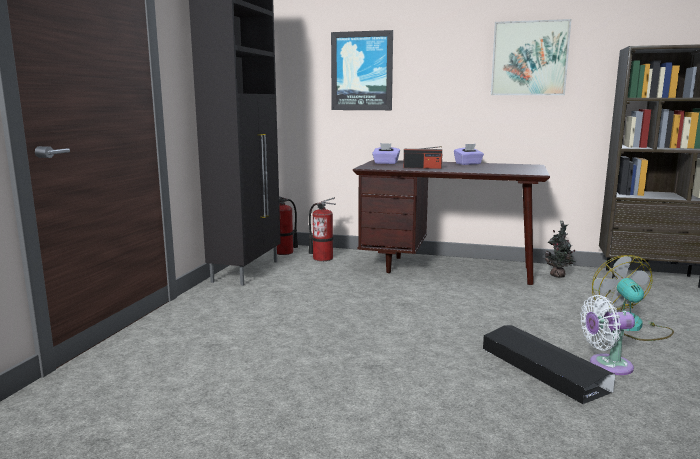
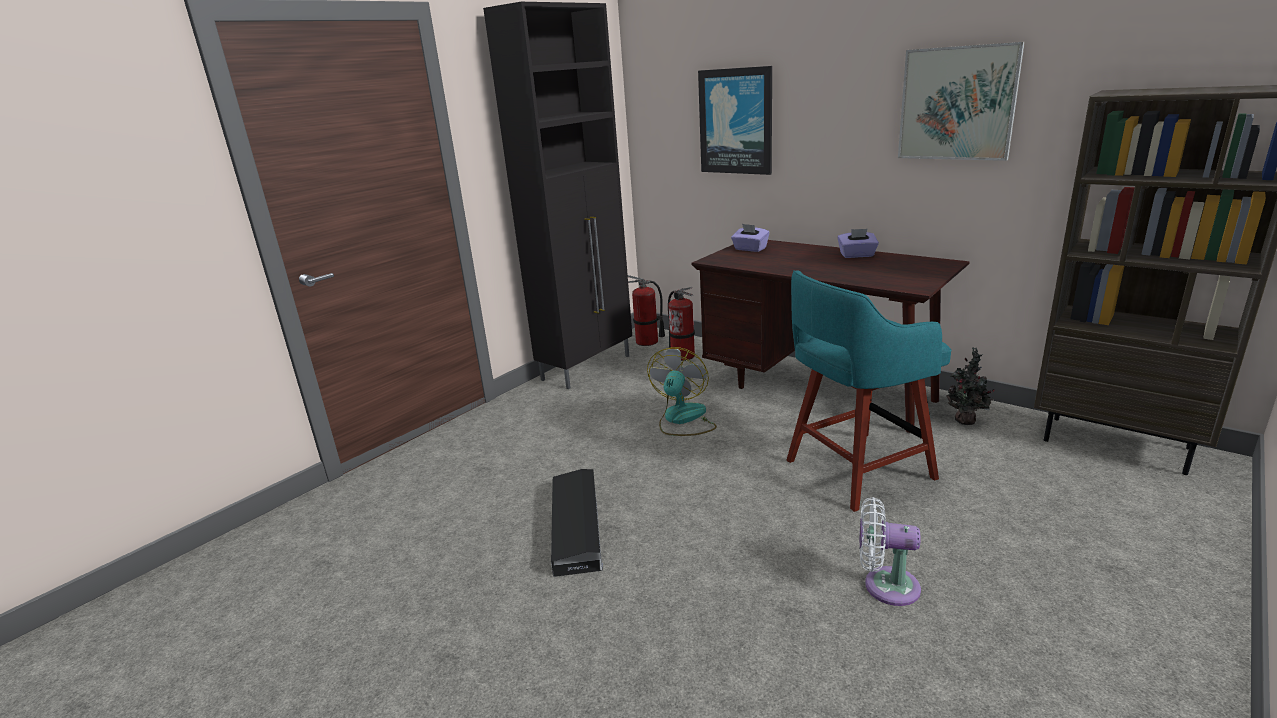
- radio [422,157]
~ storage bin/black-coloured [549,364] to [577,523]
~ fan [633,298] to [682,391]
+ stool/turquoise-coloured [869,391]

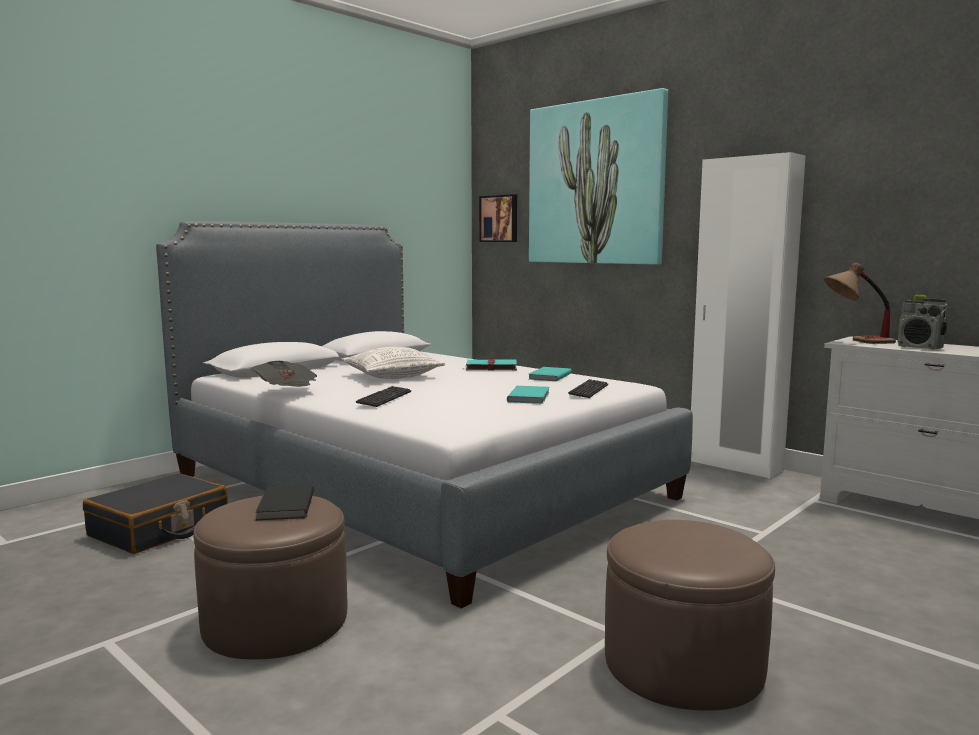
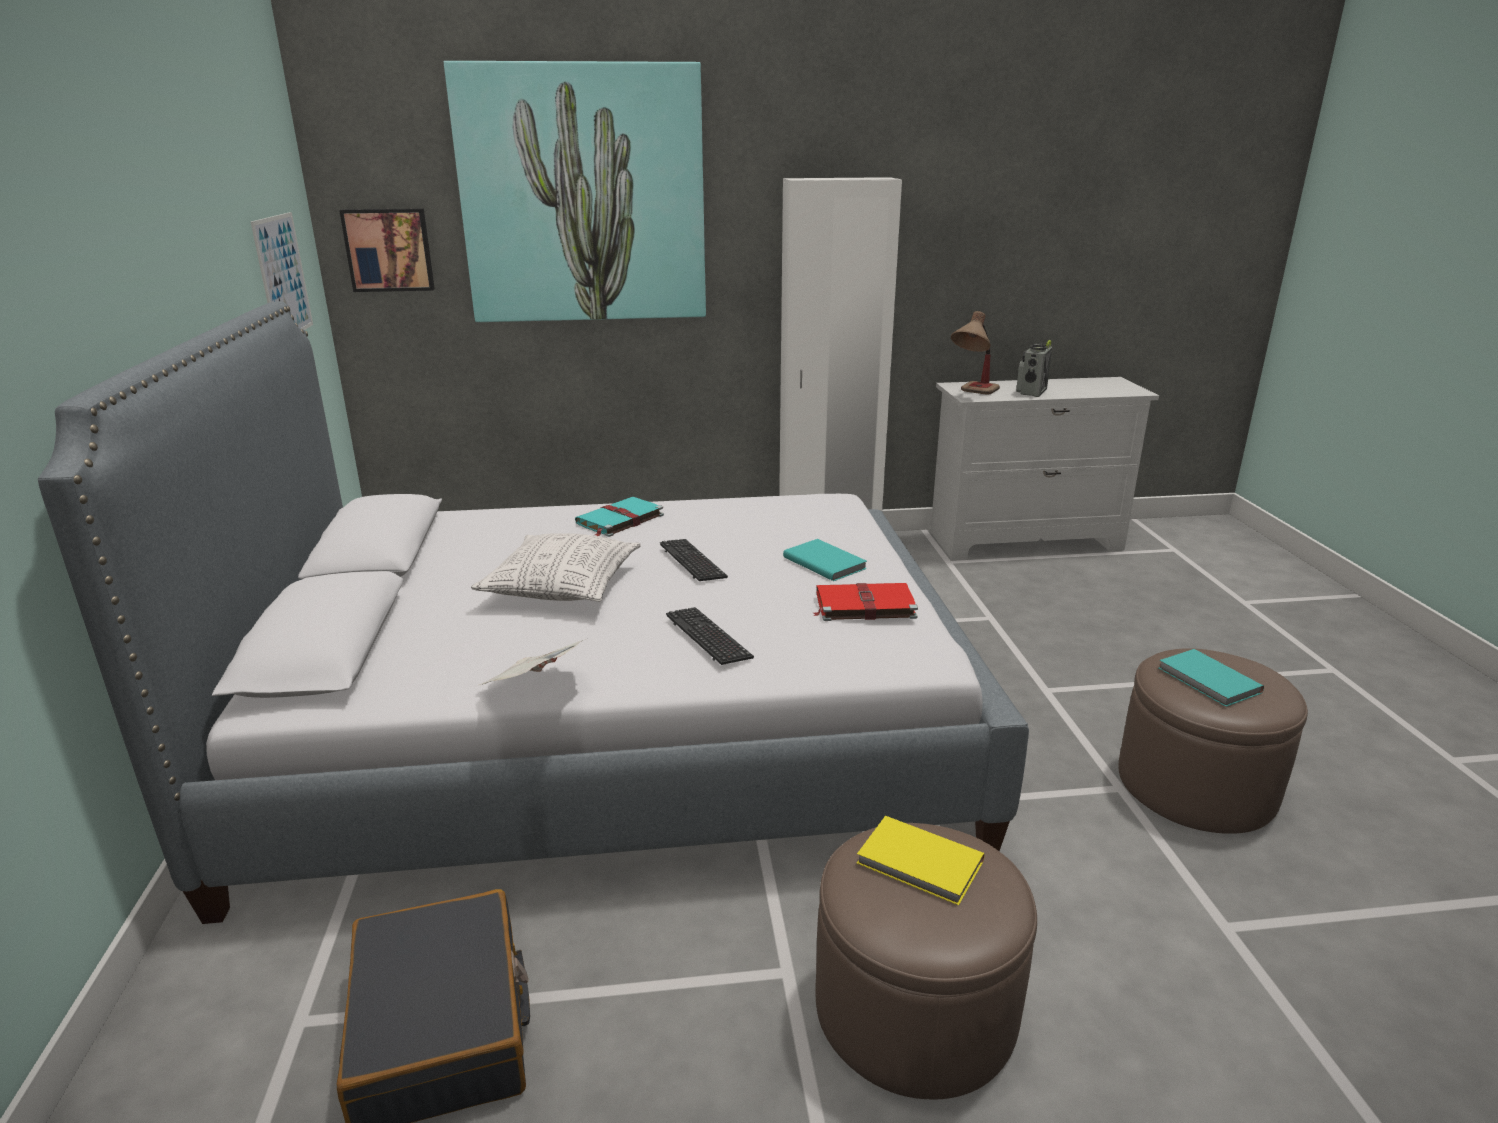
~ volume/black-coloured [284,502] to volume/yellow [921,860]
~ volume/turquoise-coloured [550,374] to [1211,678]
~ PC keyboard [588,388] to [694,560]
~ radio [923,322] = [1034,368] 120 degrees clockwise
+ wall art [282,271]
+ volume/red-coloured [865,602]

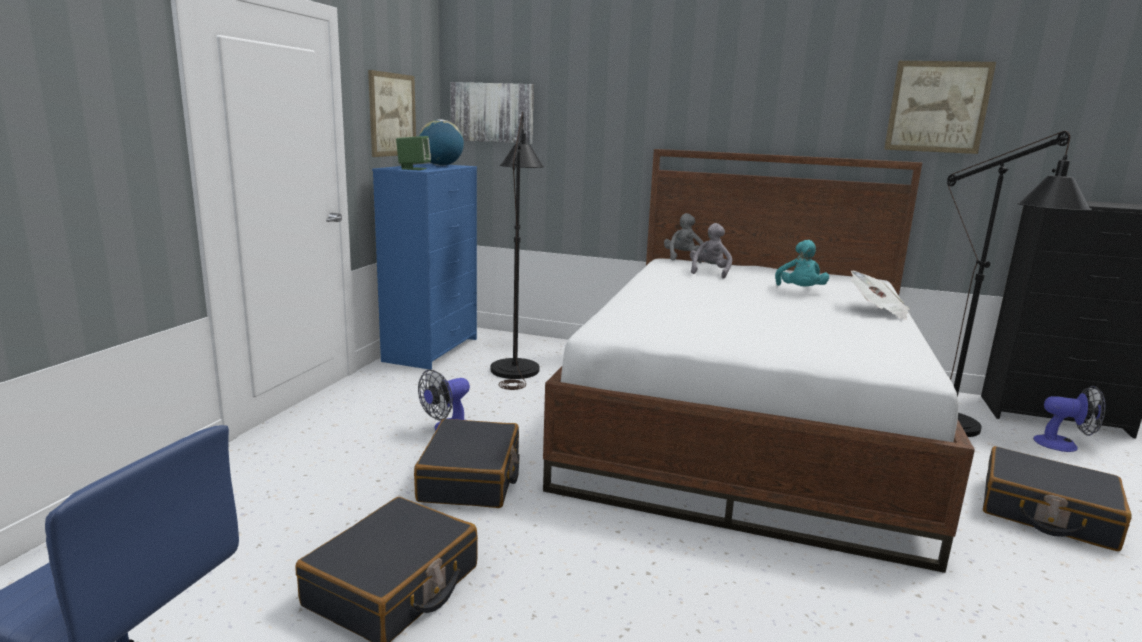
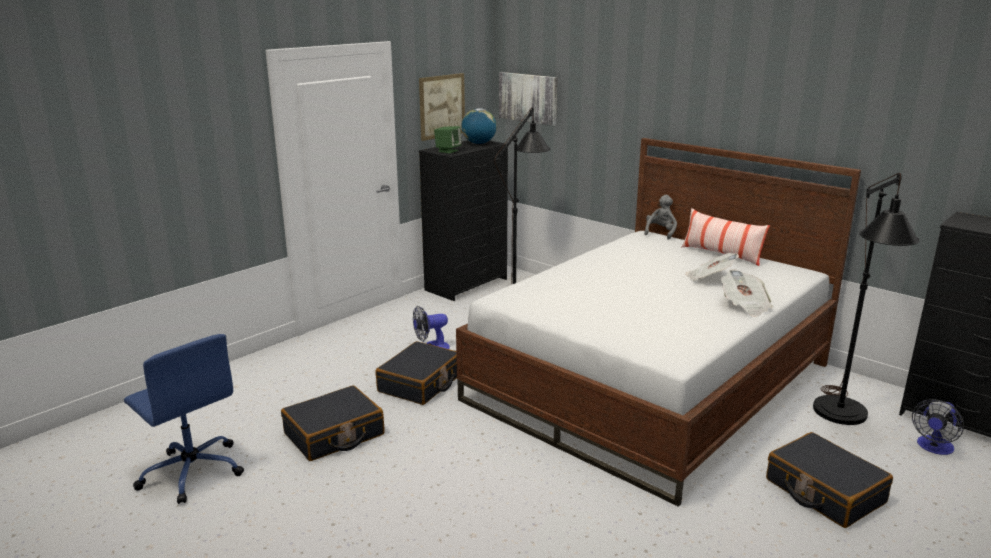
~ drawer chest/bluish [424,266] to drawer chest/black-coloured [463,220]
- plush toy/greyish [711,251]
~ plush toy/turquoise-coloured [802,263] to printed paper [712,267]
- wall art [940,107]
~ fan [1069,419] = [938,427] 90 degrees clockwise
+ throw pillow [725,237]

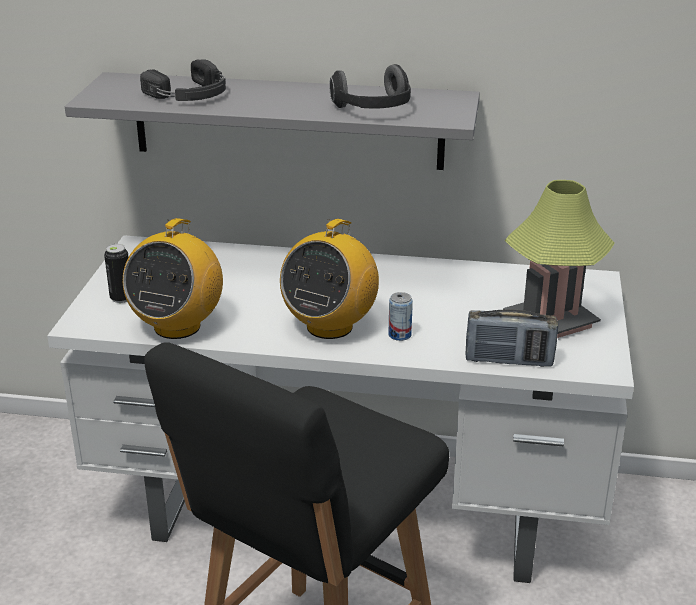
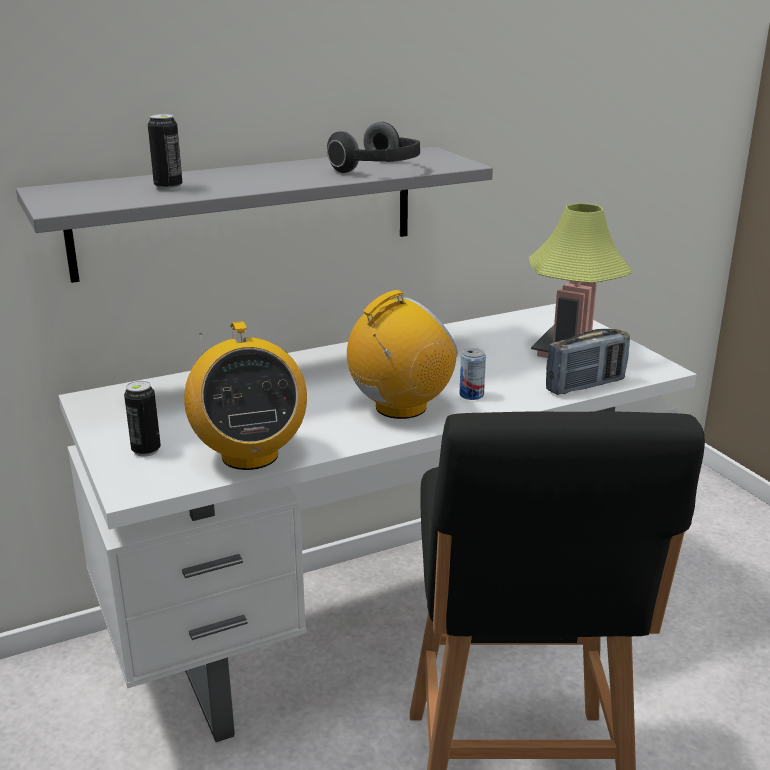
~ pair of headphones/black-coloured [183,80] to sealed can [165,152]
~ radio [329,279] = [402,354] 120 degrees counterclockwise

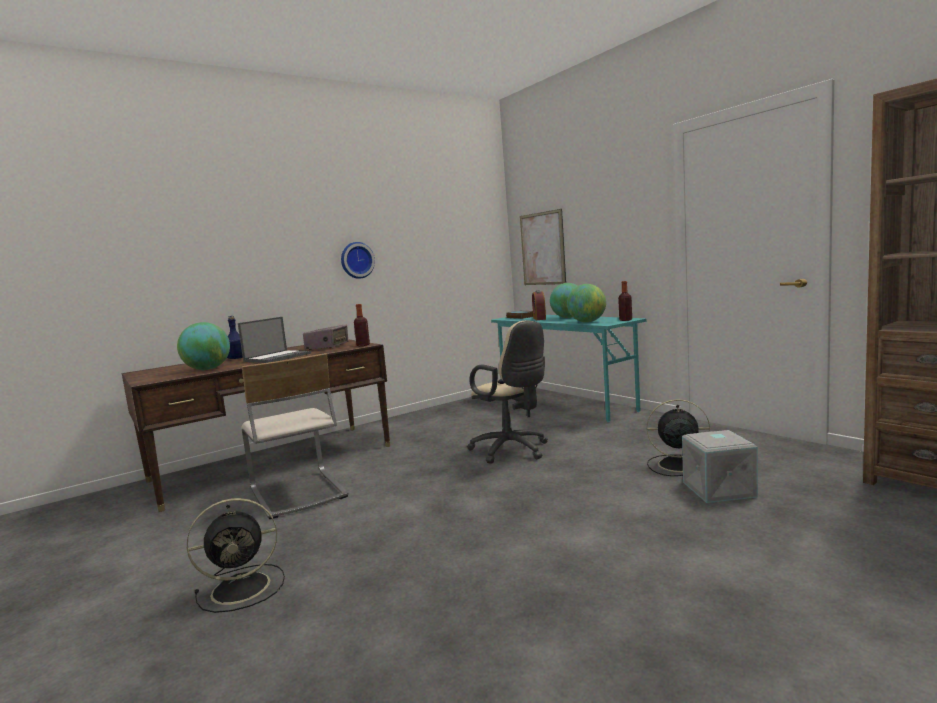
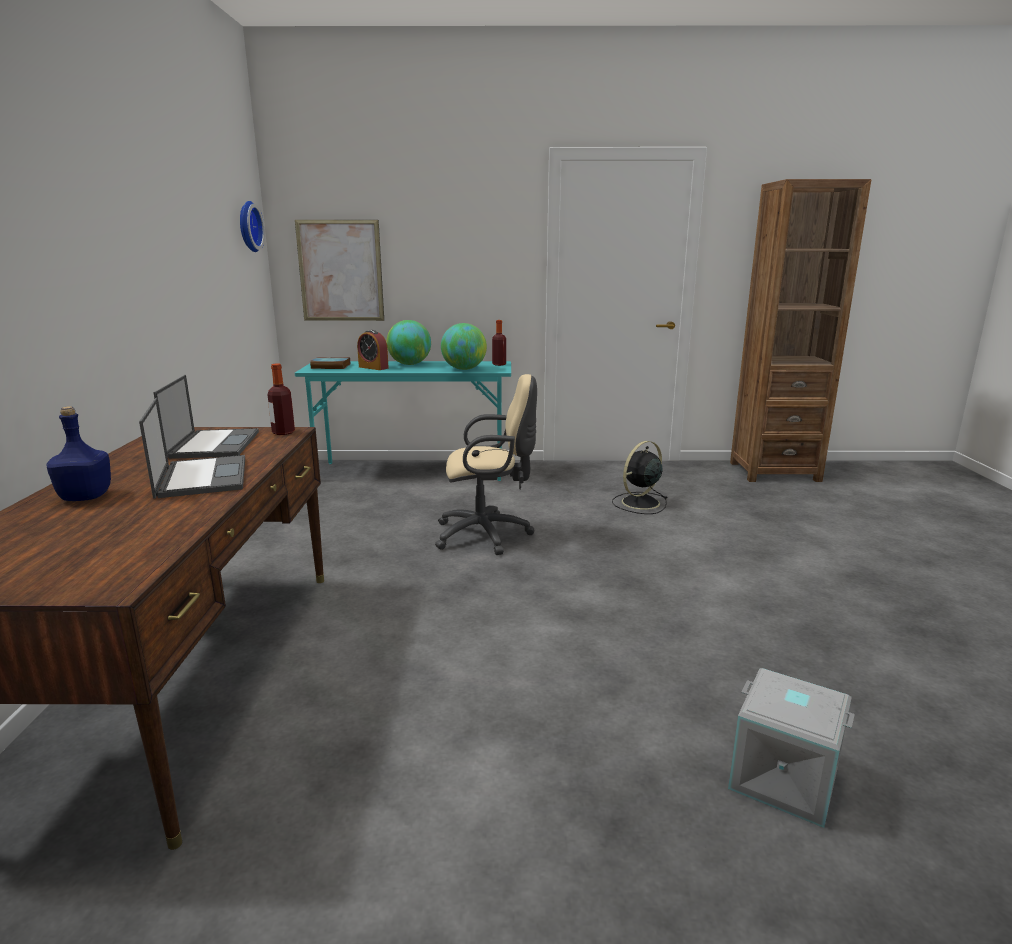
- world globe [203,346]
- fan/black-coloured [236,555]
- upright chair/sand-coloured [295,436]
~ radio [325,337] to portable computer [206,417]
~ hanging clock [358,260] to [252,226]
~ storage bin/greyish [720,466] to [791,748]

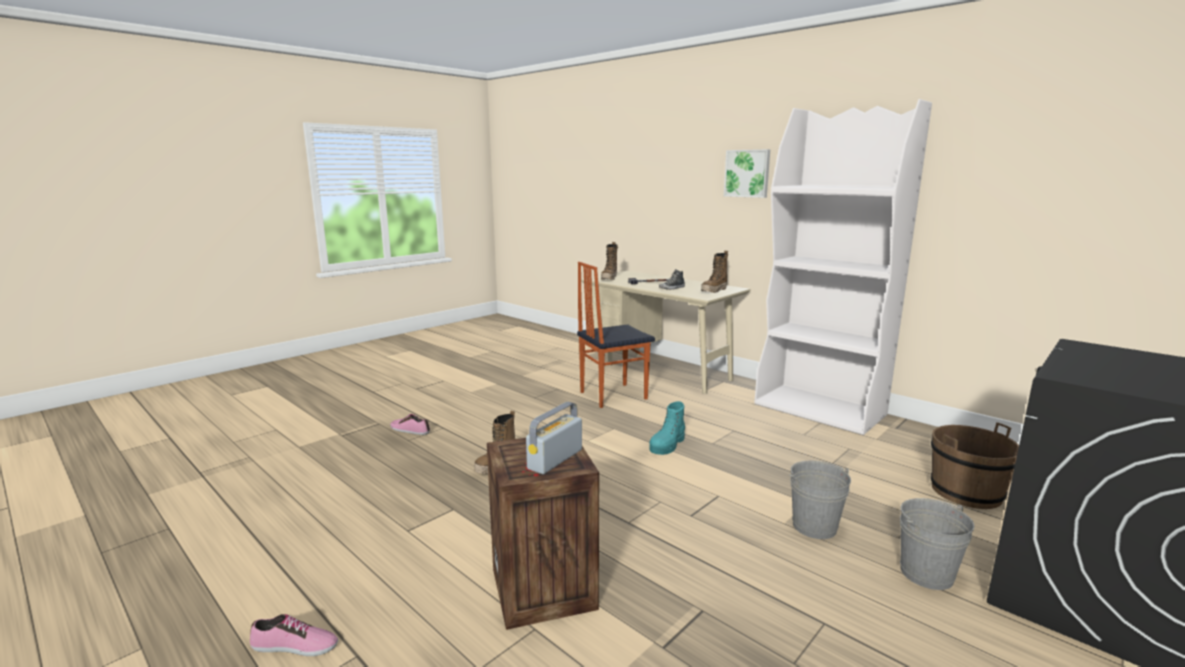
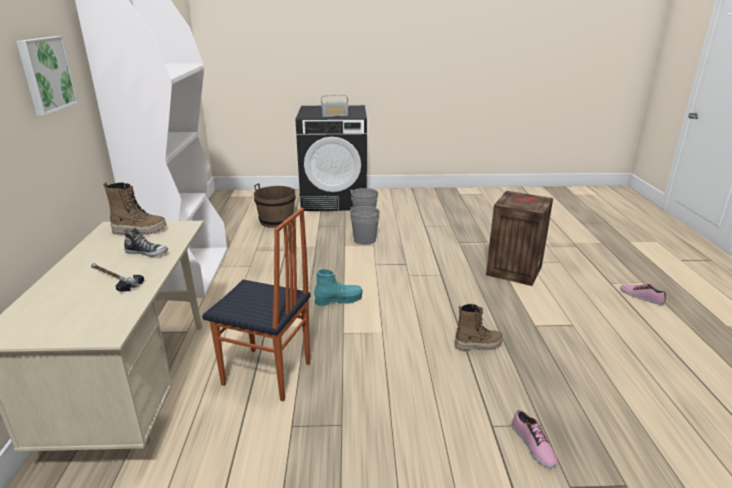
~ radio [554,438] to [334,106]
- boot [609,261]

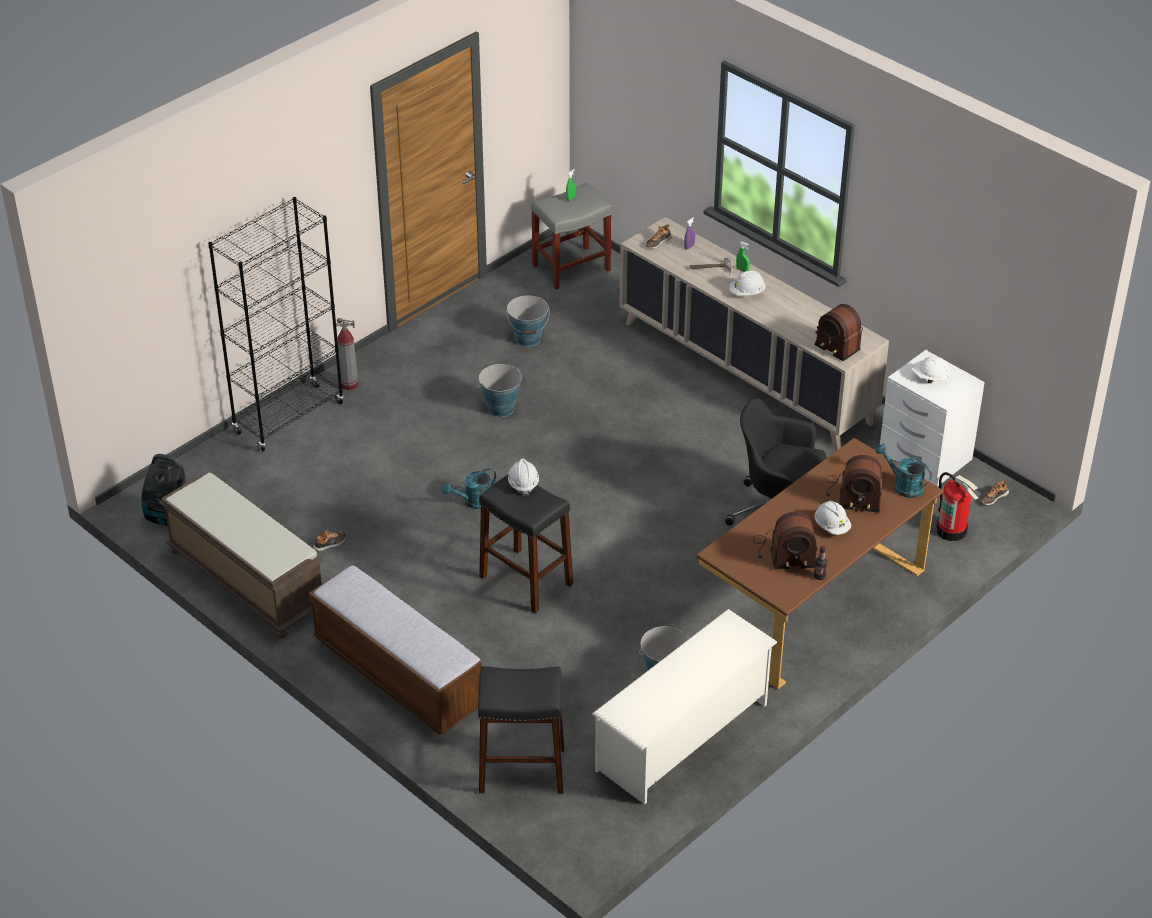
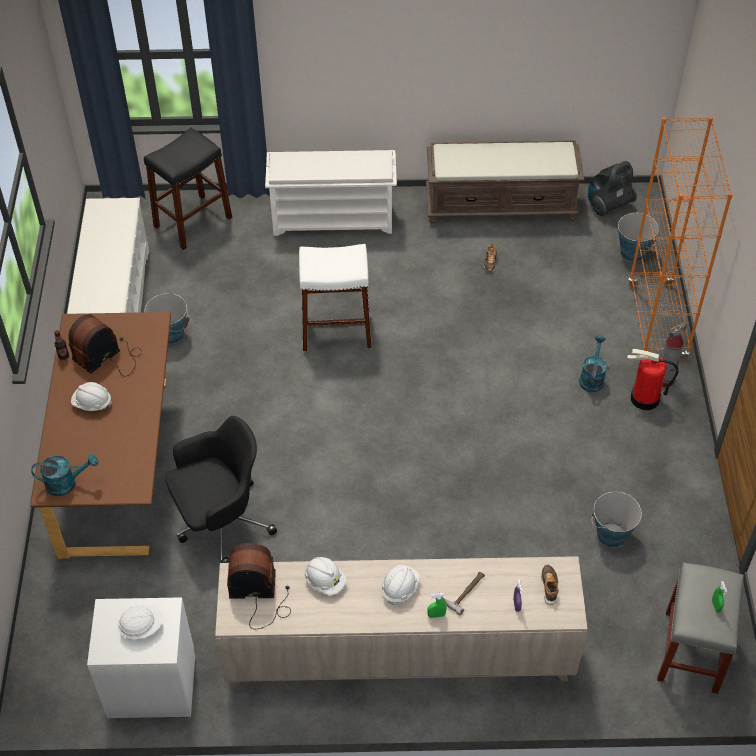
~ bookcase/black-coloured [276,324] to bookcase/orange [680,238]
~ long seat [395,650] to shoe shelf/whitish [331,193]
~ watering pot/turquoise-coloured [469,488] to [593,364]
~ pail [500,390] to [638,237]
~ stool/black-coloured [526,544] to stool/whitish [335,297]
~ safety helmet/whitish [523,477] to [325,576]
- radio [854,483]
~ fire-fighting cylinder [957,506] to [653,379]
- low shoe [994,492]

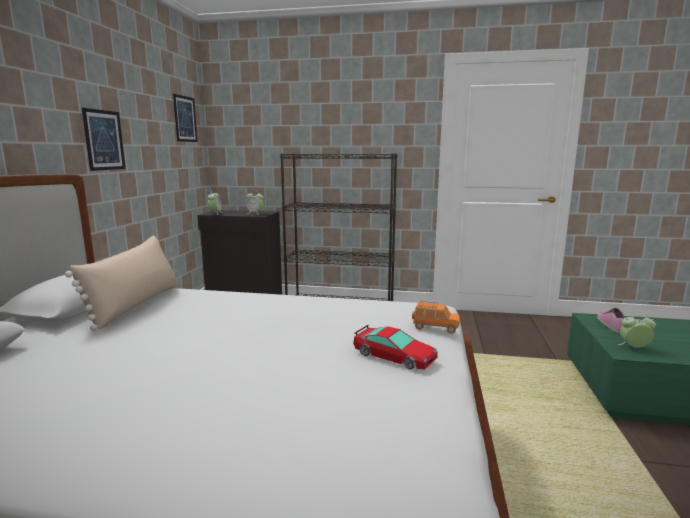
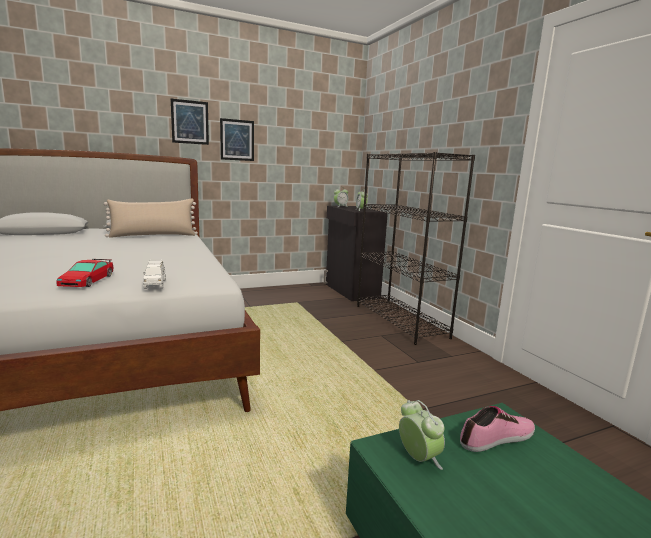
~ wall art [185,118] to [190,122]
~ model car/orange [436,317] to model car/whitish [154,274]

